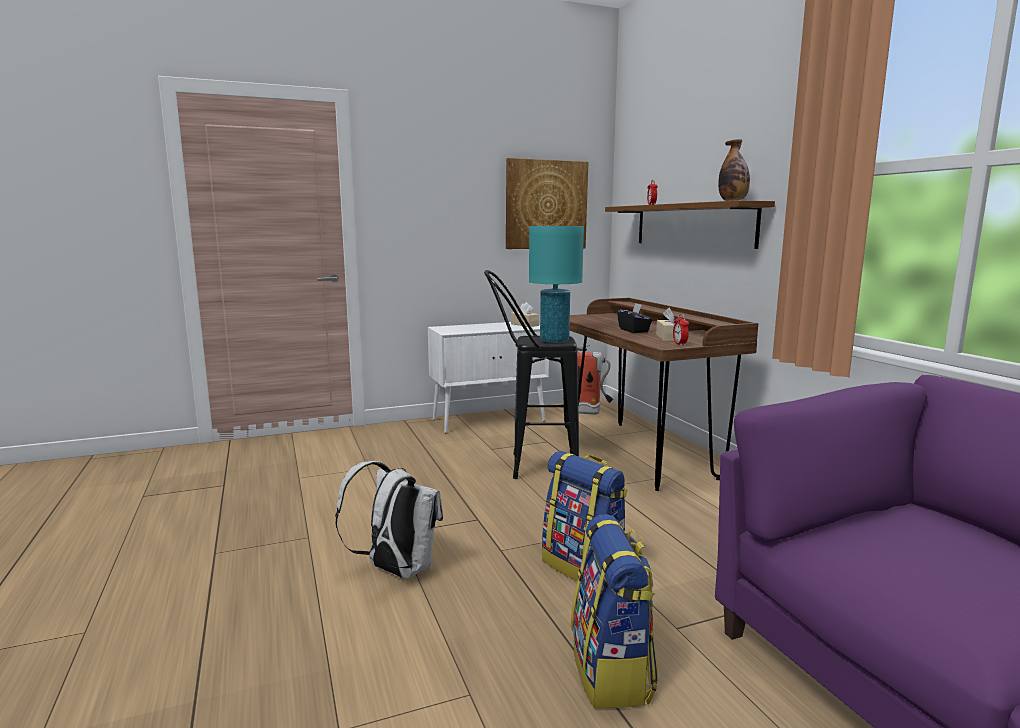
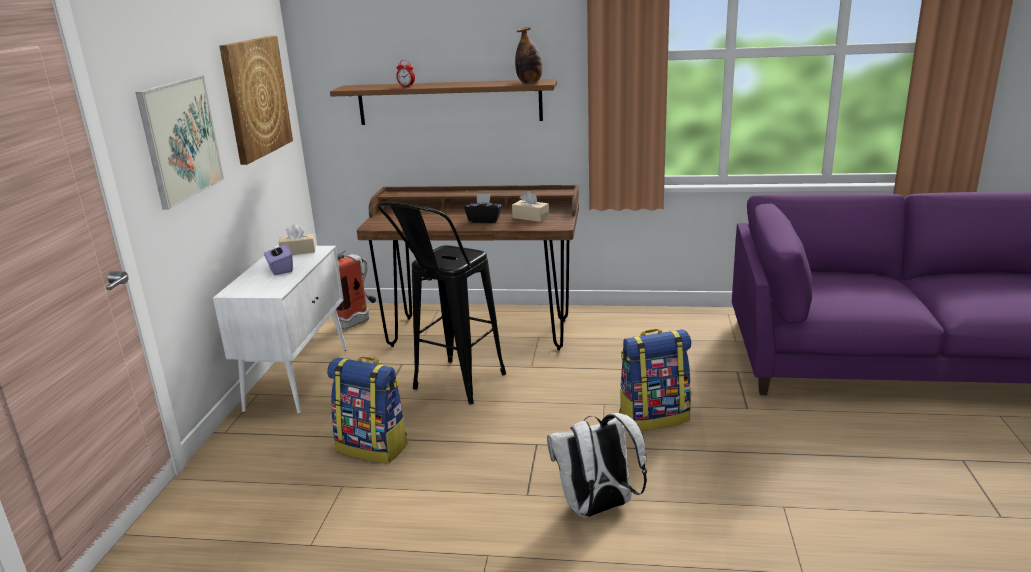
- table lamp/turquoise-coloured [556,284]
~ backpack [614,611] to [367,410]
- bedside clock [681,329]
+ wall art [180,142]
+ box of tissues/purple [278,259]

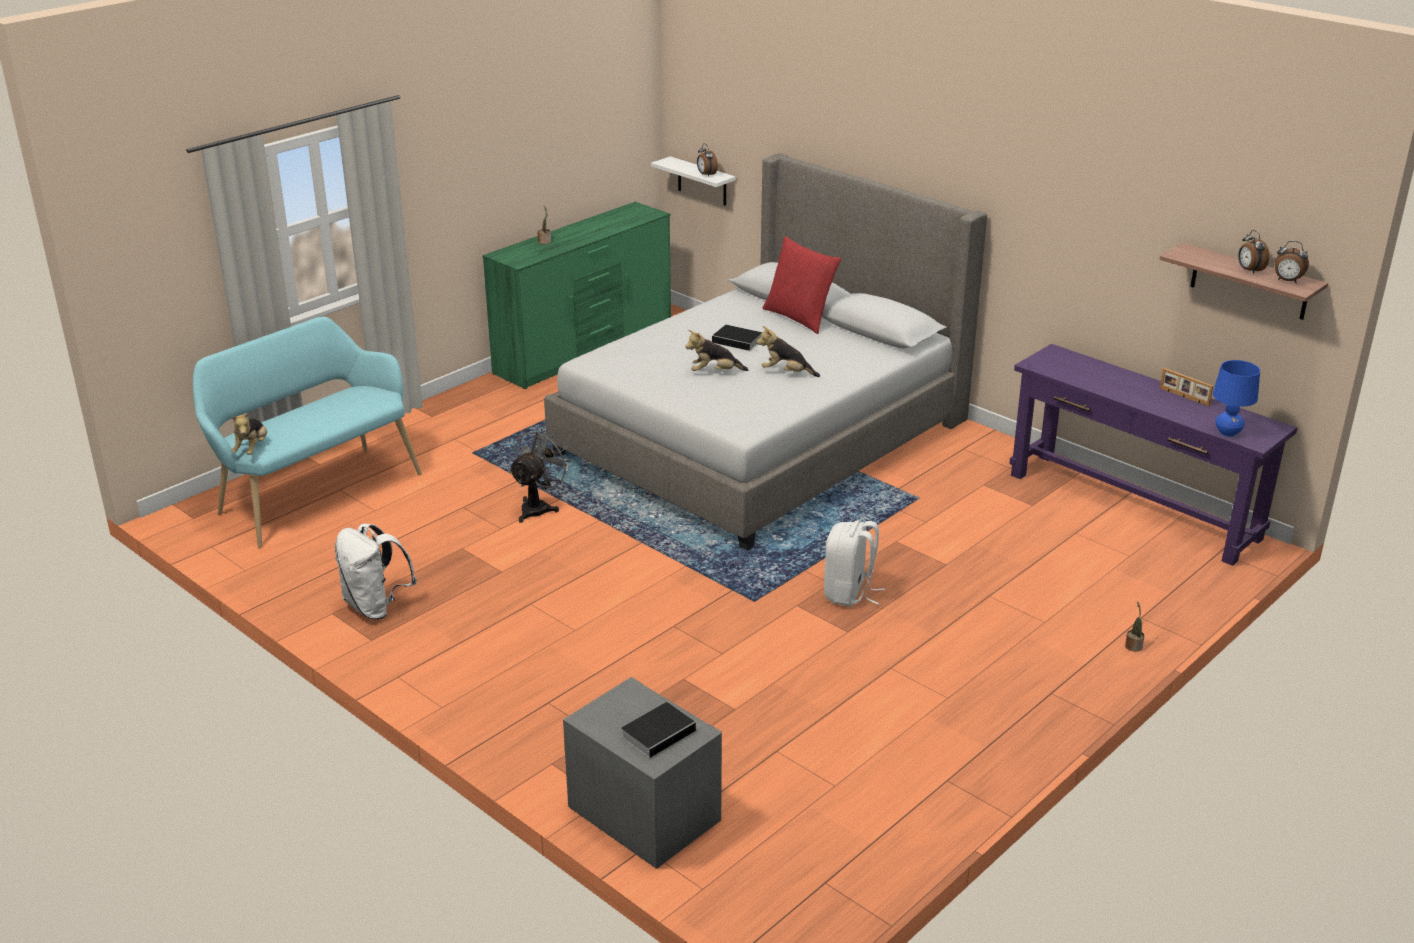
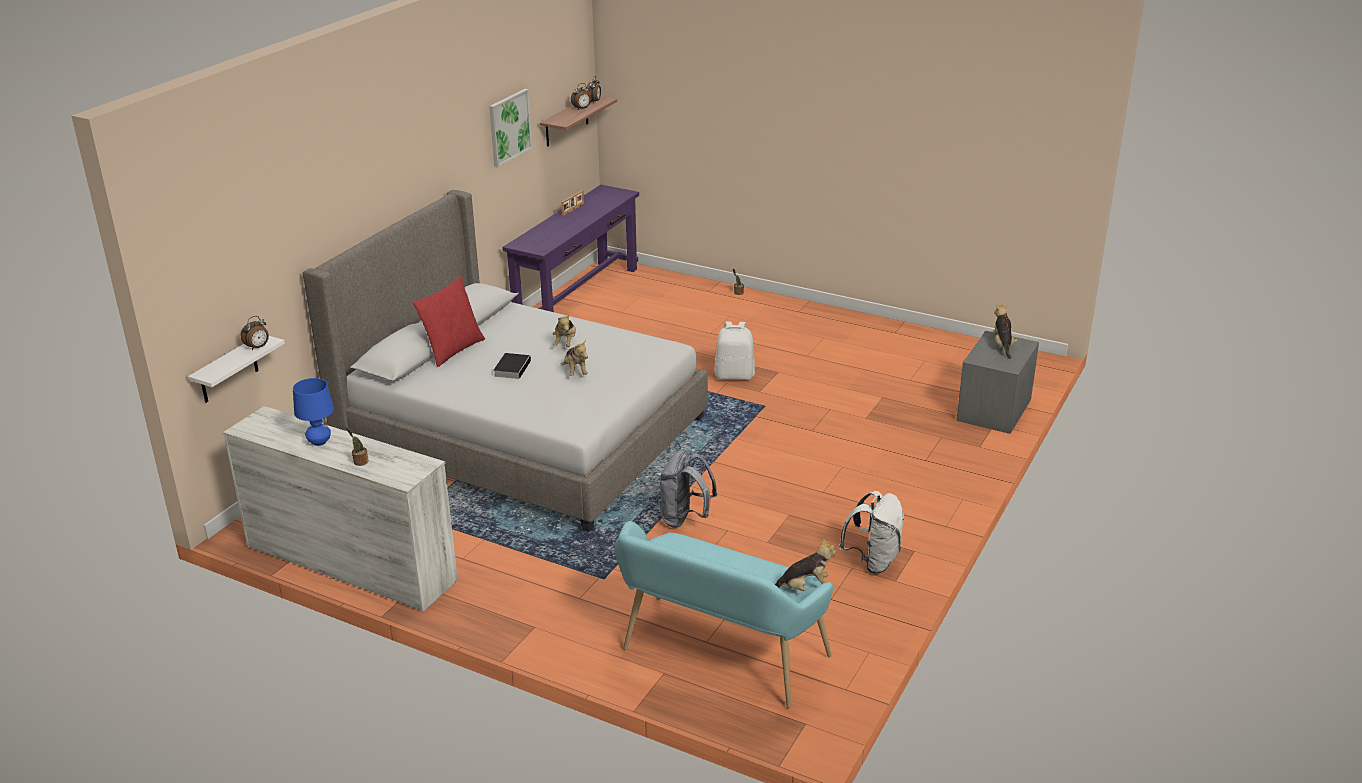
~ drawer chest/green [576,295] to drawer chest/whitish [340,509]
~ fan/greyish [541,475] to backpack/greyish [688,489]
~ volume [661,730] to plush toy [1005,330]
~ table lamp/bluish [1236,398] to [313,412]
+ wall art [511,128]

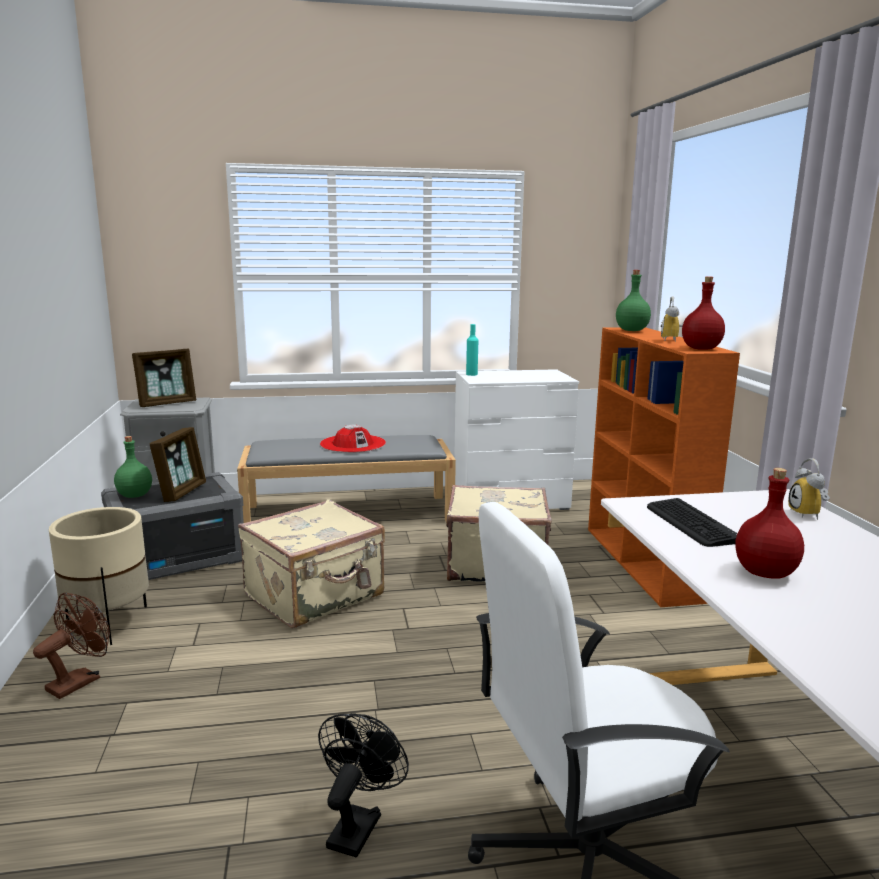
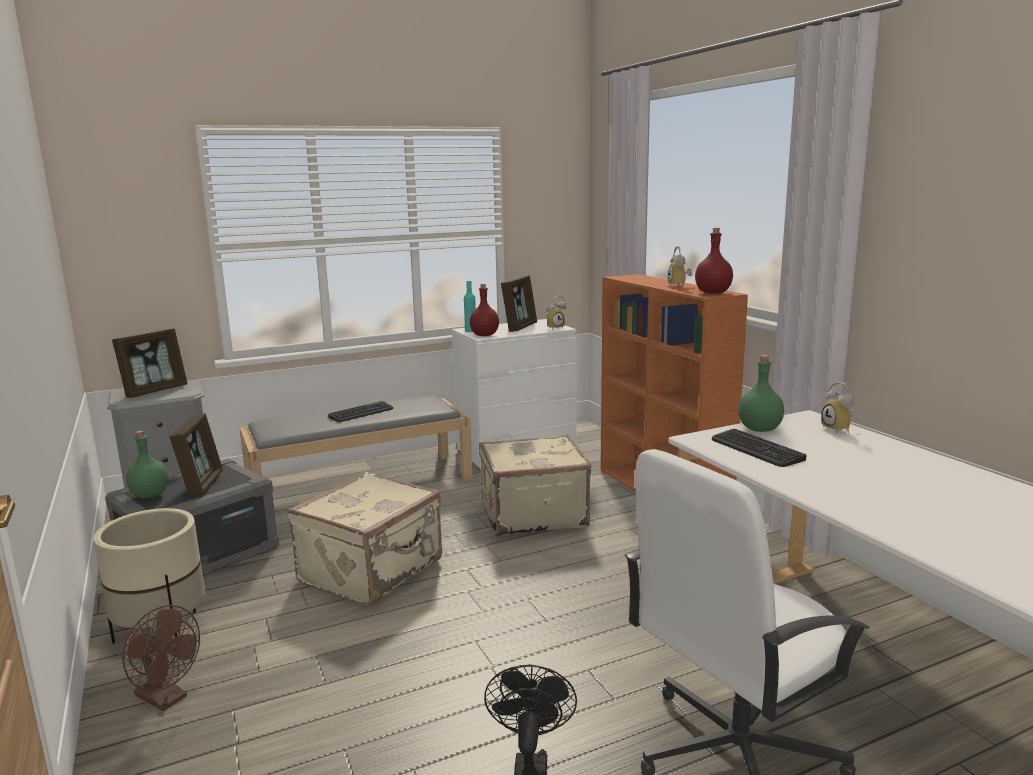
~ fan/brown-coloured [71,646] = [161,658] 105 degrees clockwise
~ wearable hat/red-coloured [353,439] to PC keyboard [360,411]
~ bottle/green [633,300] to [761,393]
~ bottle/red-coloured [769,523] to [484,310]
+ standing frame [519,304]
+ bedside clock [556,312]

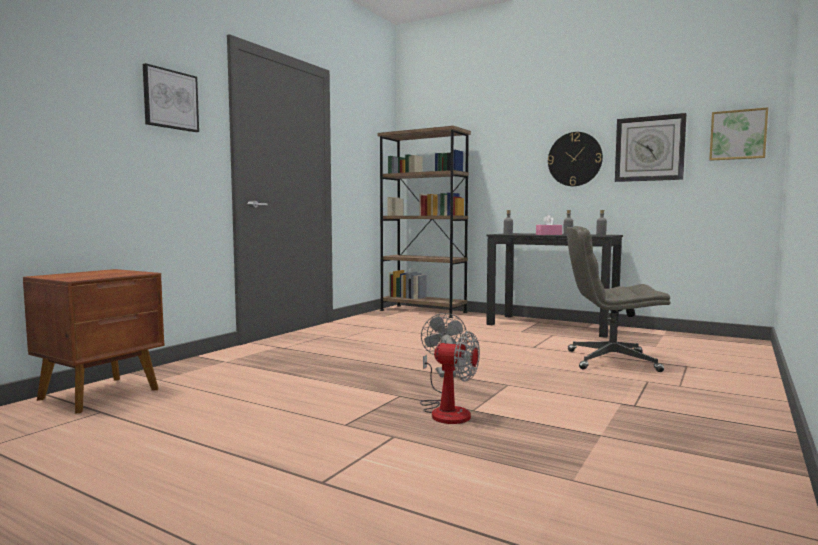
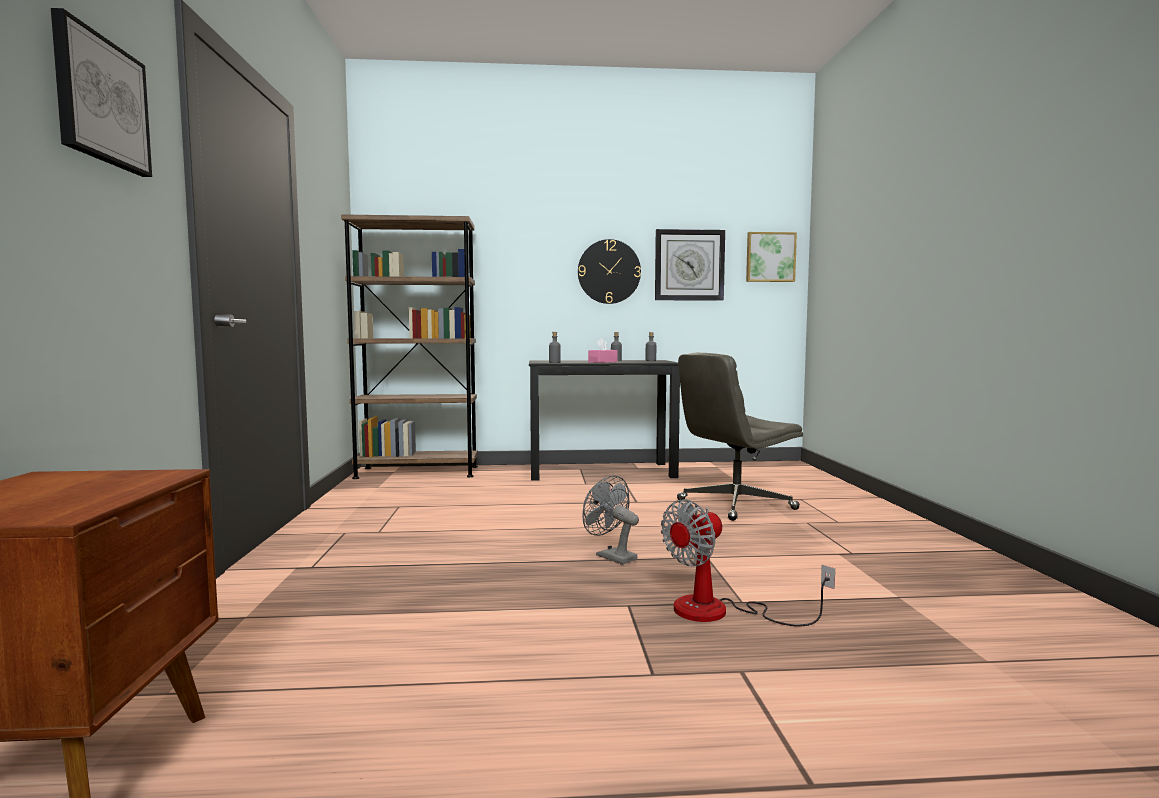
~ fan [450,377] = [748,562] 150 degrees clockwise

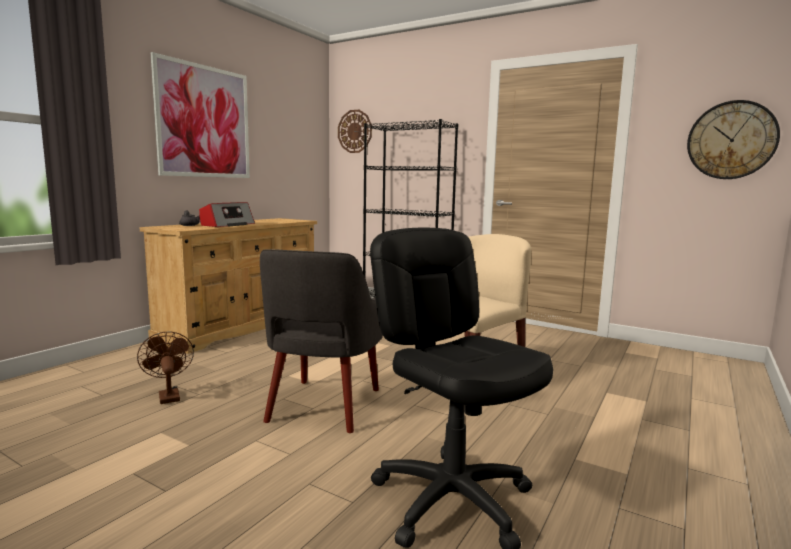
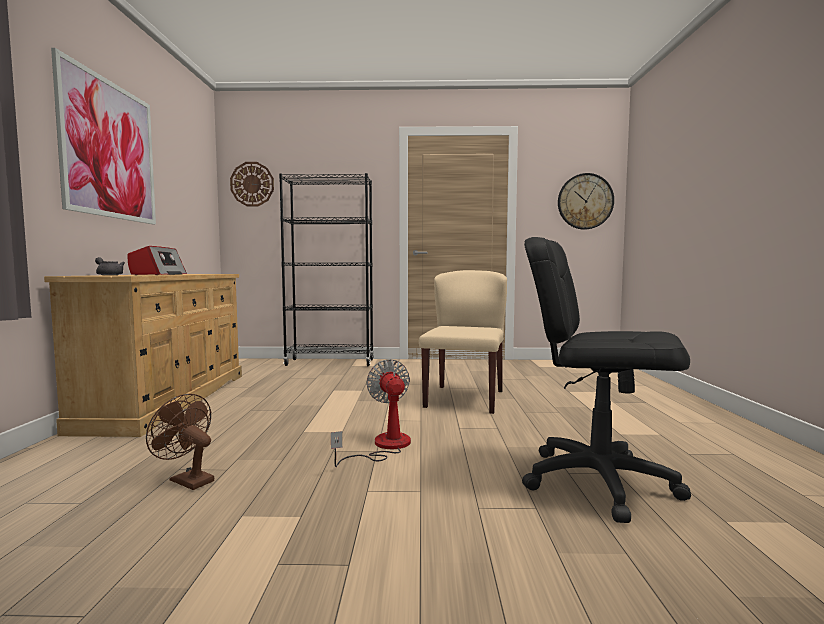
~ easy chair/greyish [321,341] to fan [371,413]

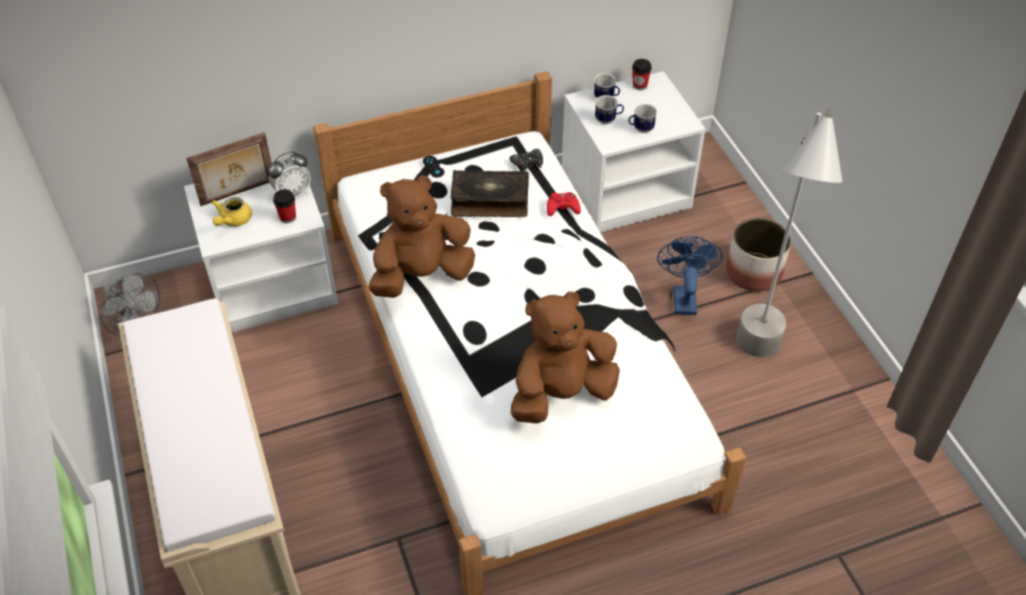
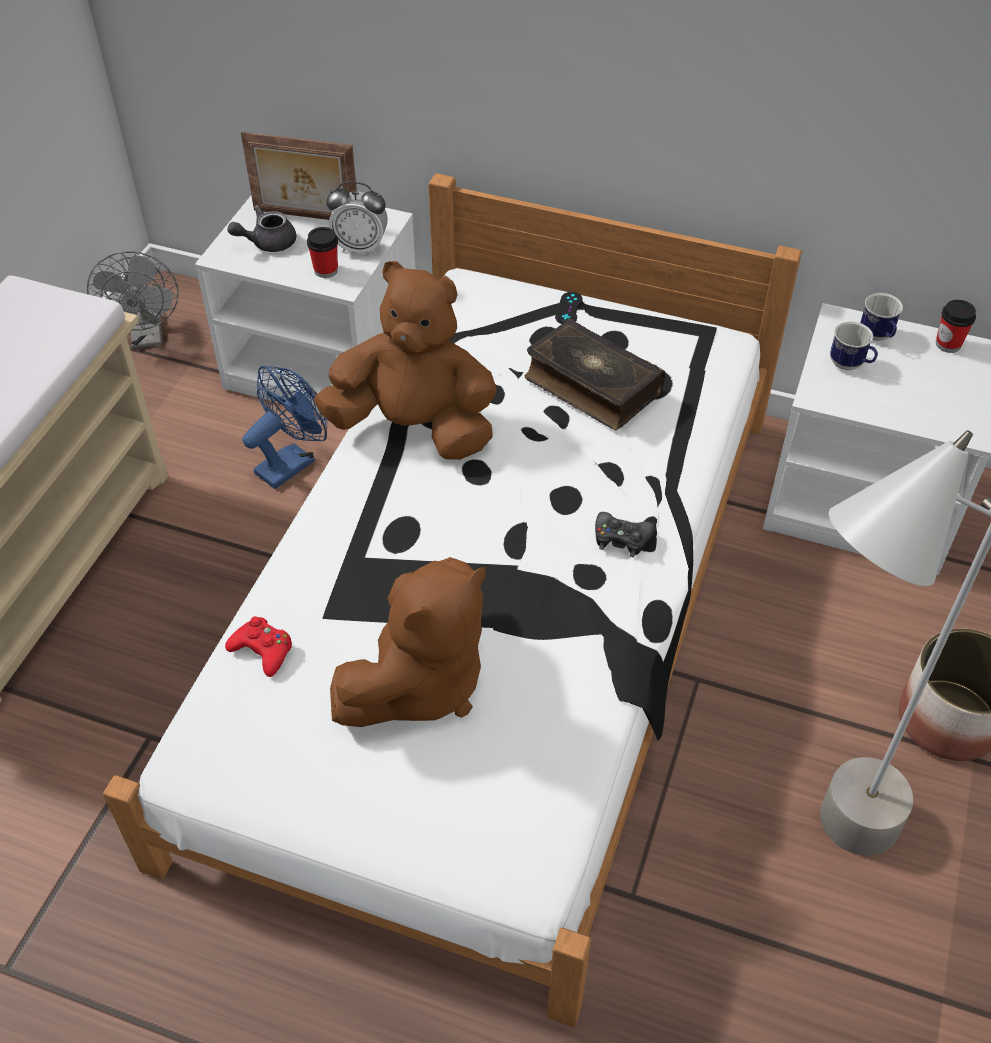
~ tea pot/yellow [232,212] to tea pot/greyish [261,228]
~ game controller/black-coloured [526,160] to [625,534]
~ plush toy/brown-coloured [565,357] = [408,642] 120 degrees clockwise
~ game controller/red-coloured [564,204] to [258,646]
- tea mug [642,118]
~ fan/bluish [690,275] to [284,427]

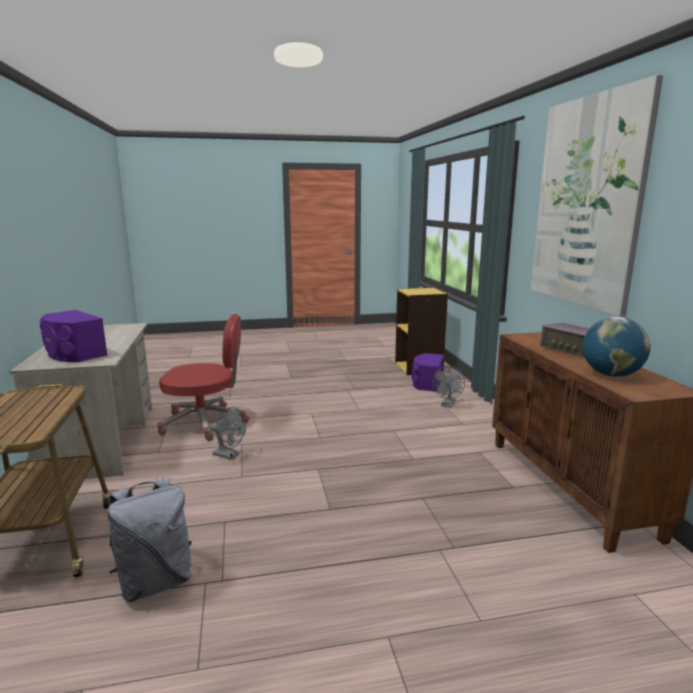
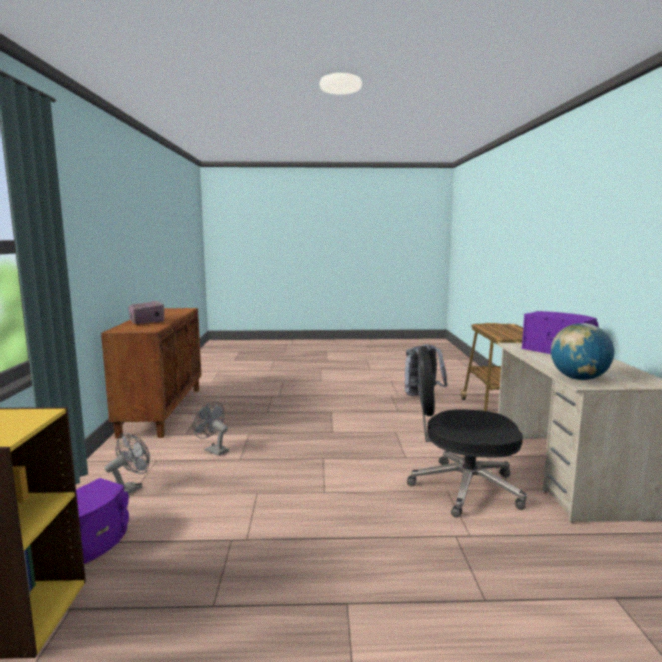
~ desk chair/red-coloured [203,377] to desk chair/black-coloured [467,432]
~ fan/greyish [228,433] to [211,429]
- wall art [596,196]
~ world globe [617,347] to [582,351]

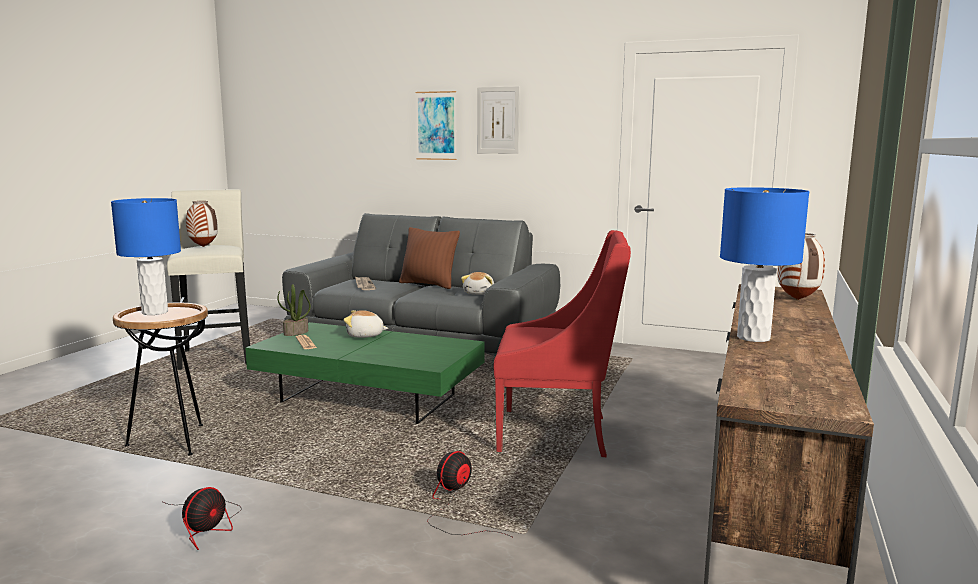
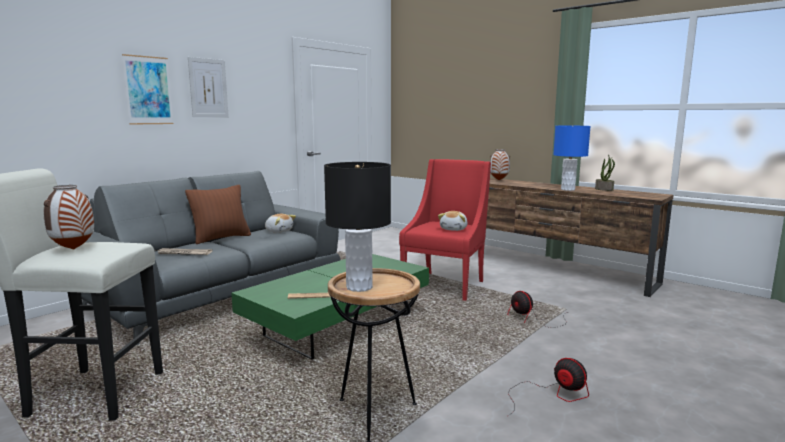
~ table lamp/bluish [146,256] to table lamp/black-coloured [357,227]
~ potted plant [294,310] to [605,173]
~ plush toy [366,324] to [453,221]

